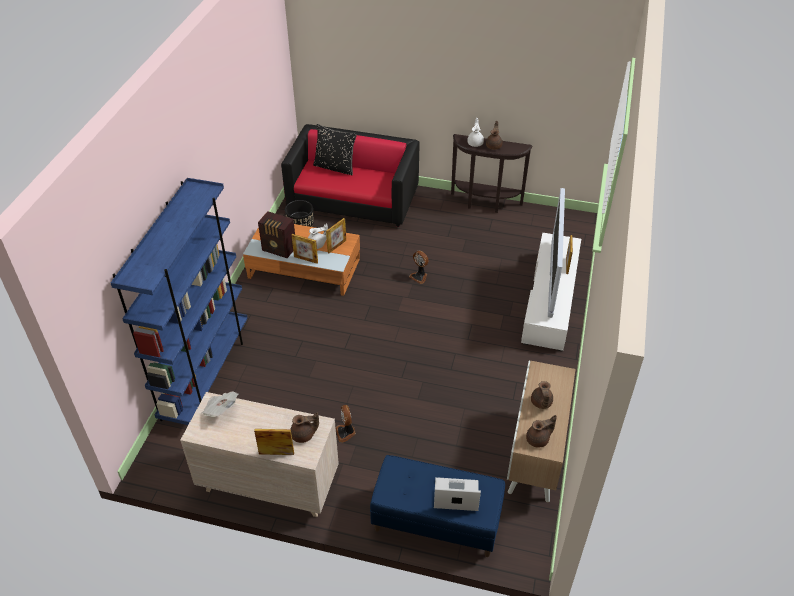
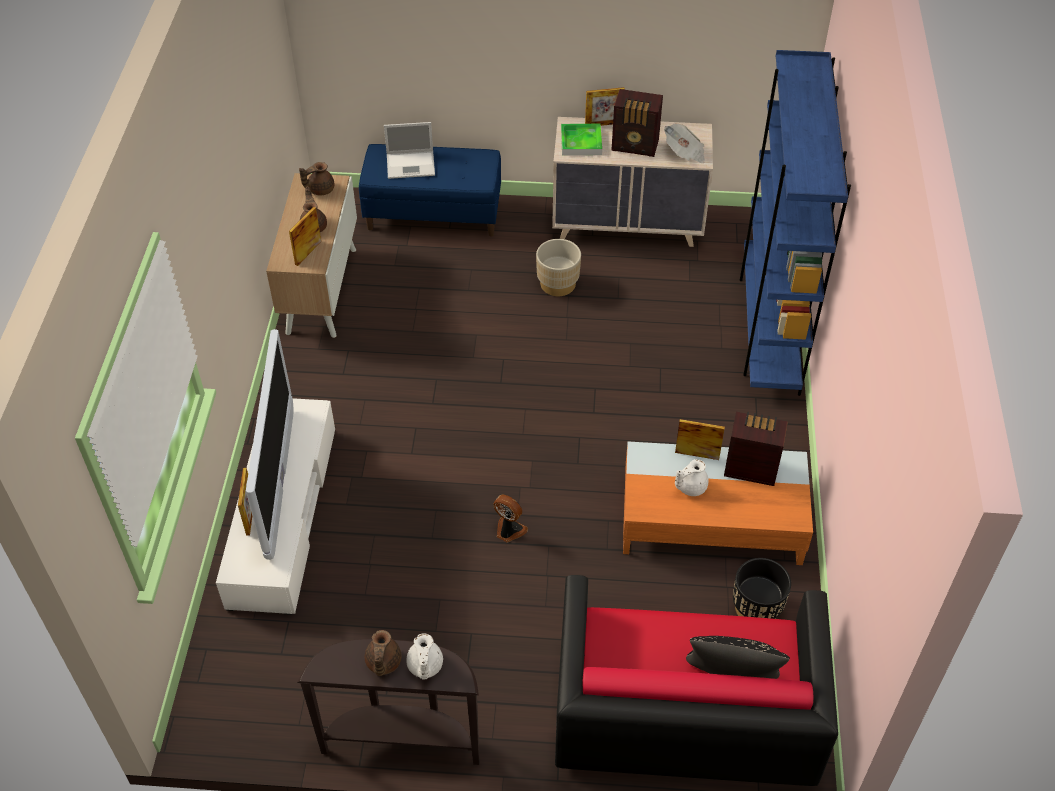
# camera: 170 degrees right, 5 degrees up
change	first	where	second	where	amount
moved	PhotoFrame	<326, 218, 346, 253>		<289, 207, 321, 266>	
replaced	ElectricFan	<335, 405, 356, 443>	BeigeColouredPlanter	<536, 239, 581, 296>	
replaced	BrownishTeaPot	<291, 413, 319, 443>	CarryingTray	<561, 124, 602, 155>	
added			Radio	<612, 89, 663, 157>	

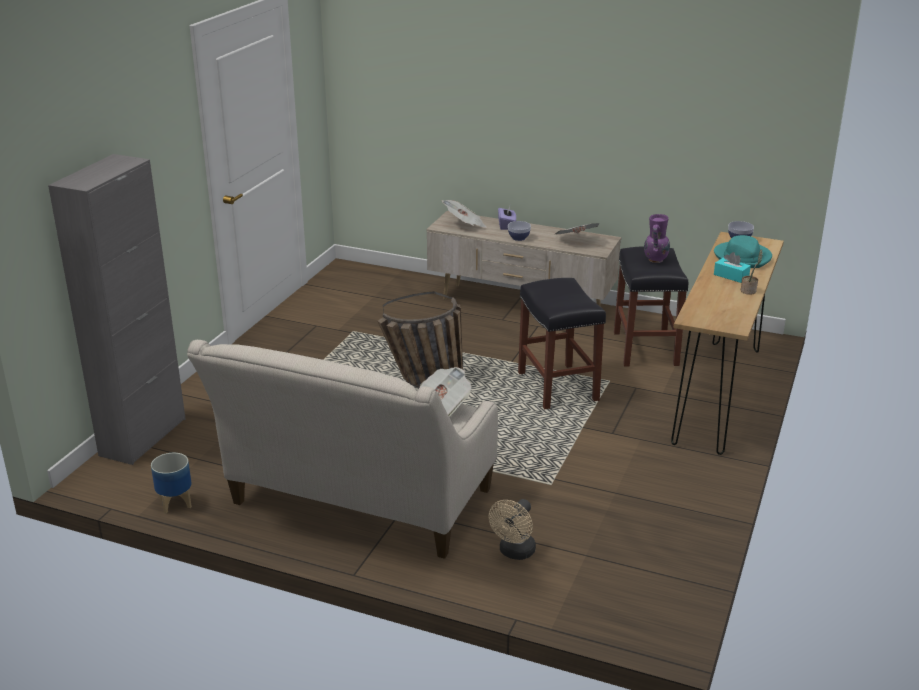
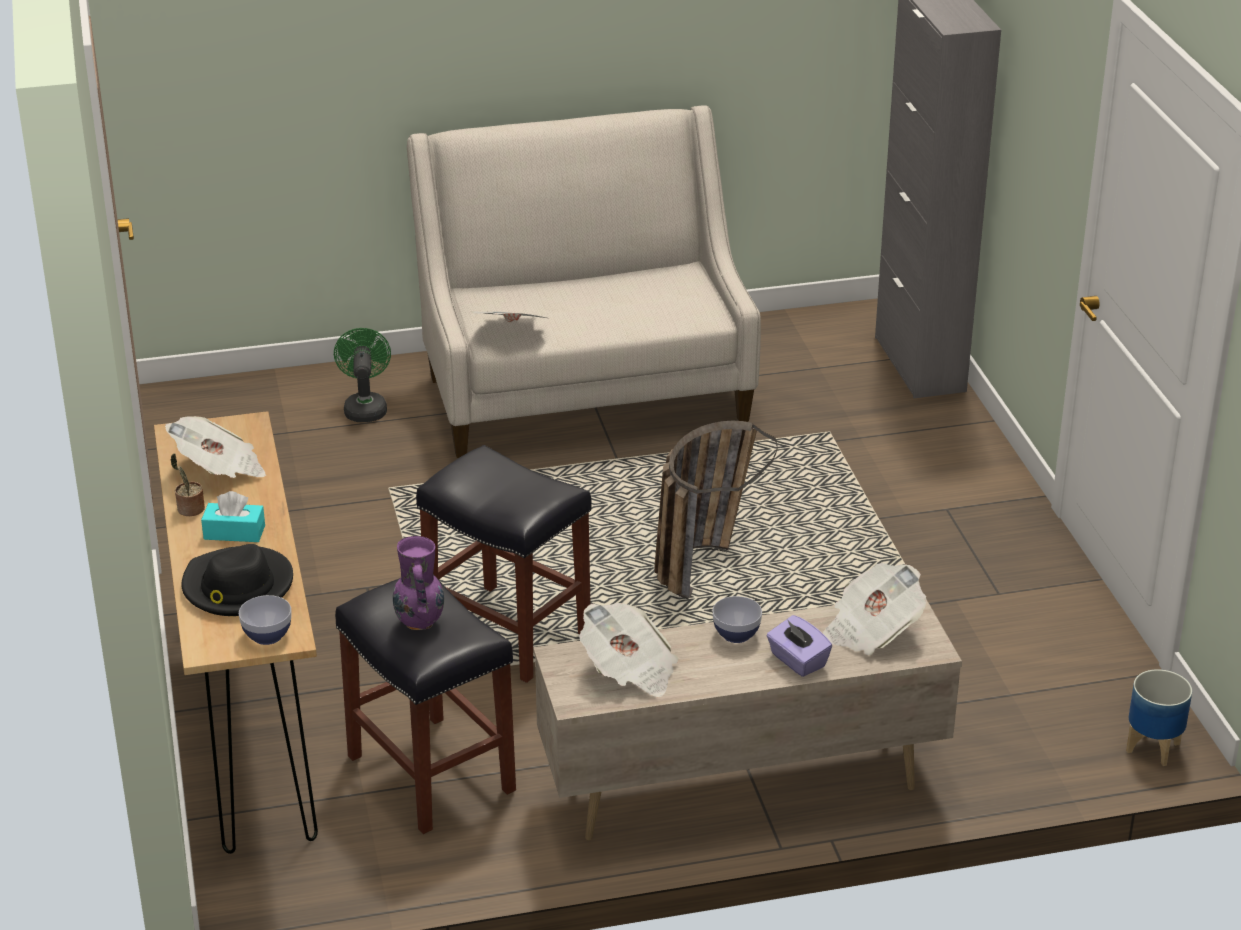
# camera: 145 degrees right, 5 degrees up
change	first	where	second	where	amount
recoloured	TurquoiseWearableHat	<714, 235, 772, 268>	BlackWearableHat	<181, 544, 293, 616>	
moved	Planter	<151, 453, 192, 514>		<1126, 669, 1192, 766>	
recoloured	BeigeColouredElectricFan	<489, 499, 536, 560>	GreenElectricFan	<334, 328, 391, 422>	
added			Newspaper	<165, 416, 266, 478>	

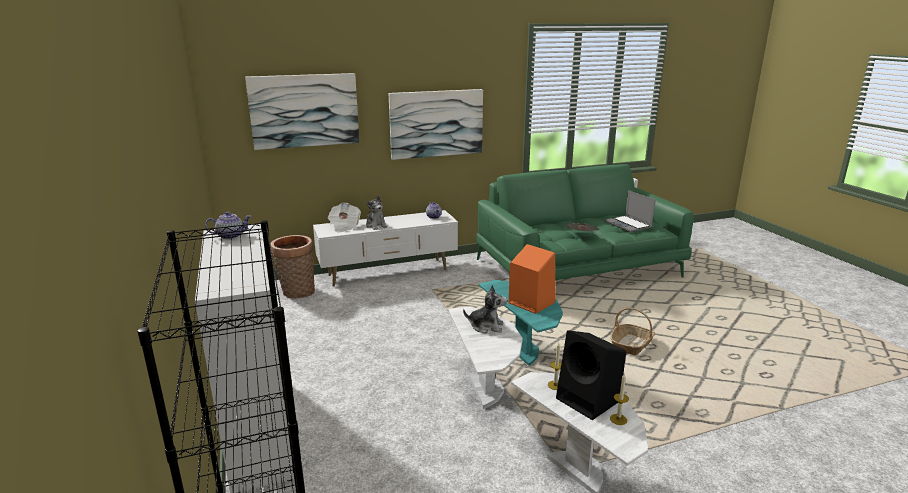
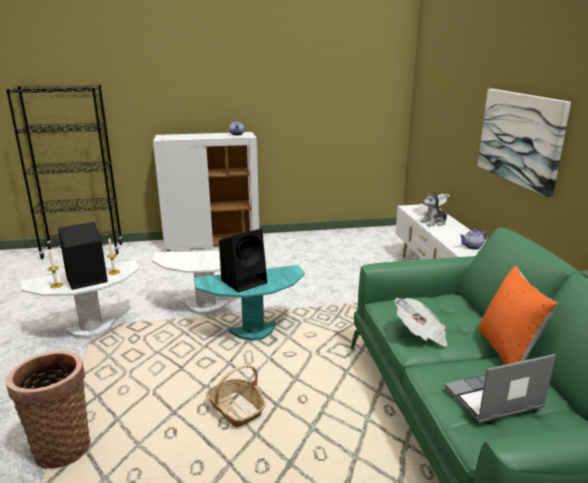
# camera: 100 degrees right, 0 degrees up
change	first	where	second	where	amount
removed	Picture	<245, 73, 359, 150>			
moved	StorageBasket	<271, 235, 315, 299>		<6, 350, 91, 469>	
recoloured	OrangeColouredLoudspeaker	<508, 244, 555, 314>	BlackLoudspeaker	<219, 229, 267, 292>	
removed	CuddlyToy	<463, 285, 507, 334>			
added			OrangeColouredPillow	<479, 266, 558, 365>	

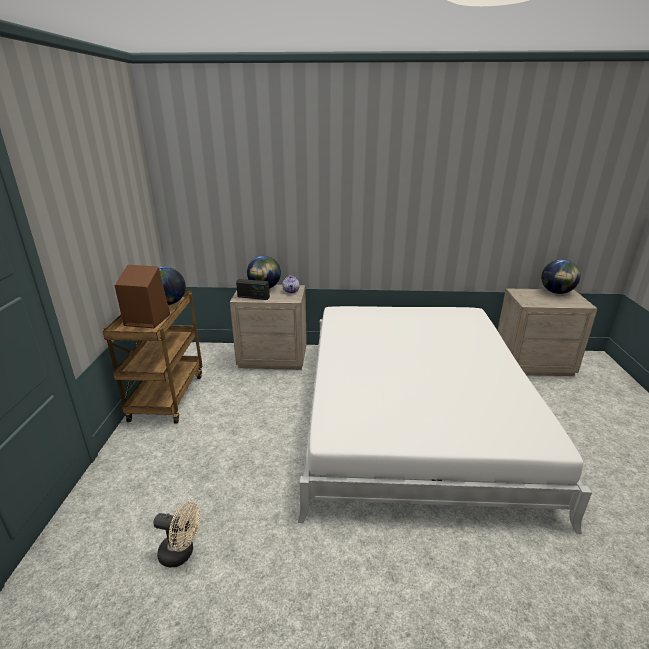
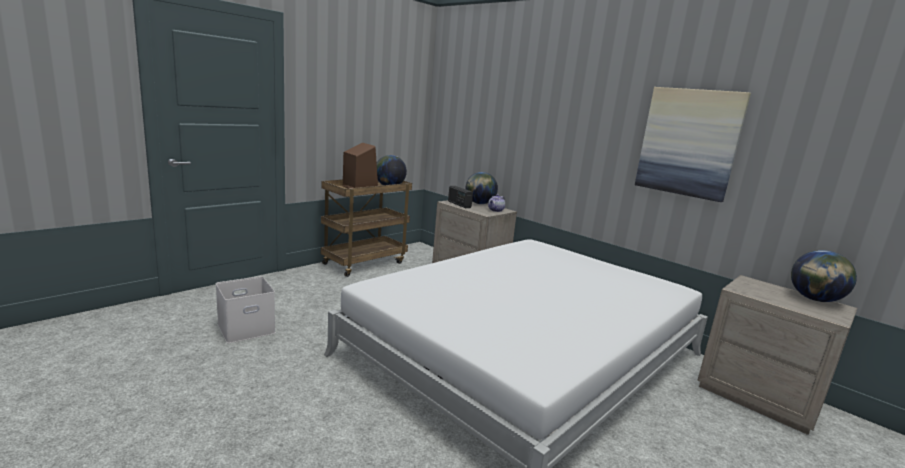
# camera: 40 degrees right, 10 degrees down
change	first	where	second	where	amount
replaced	BeigeColouredElectricFan	<153, 501, 200, 567>	WhiteStorageContainer	<216, 276, 276, 343>	
added			Picture	<635, 87, 751, 202>	

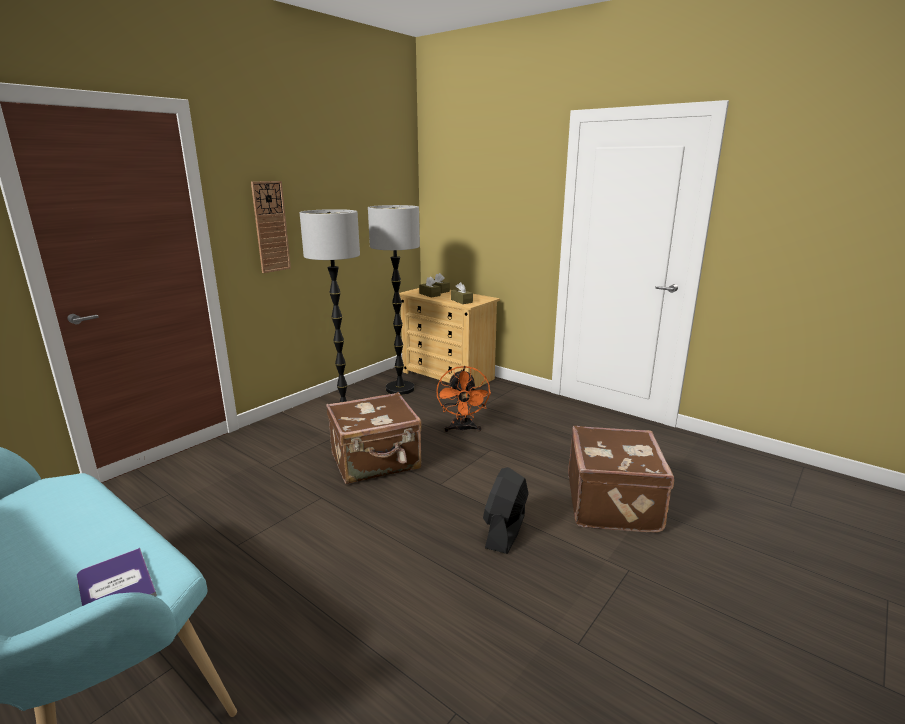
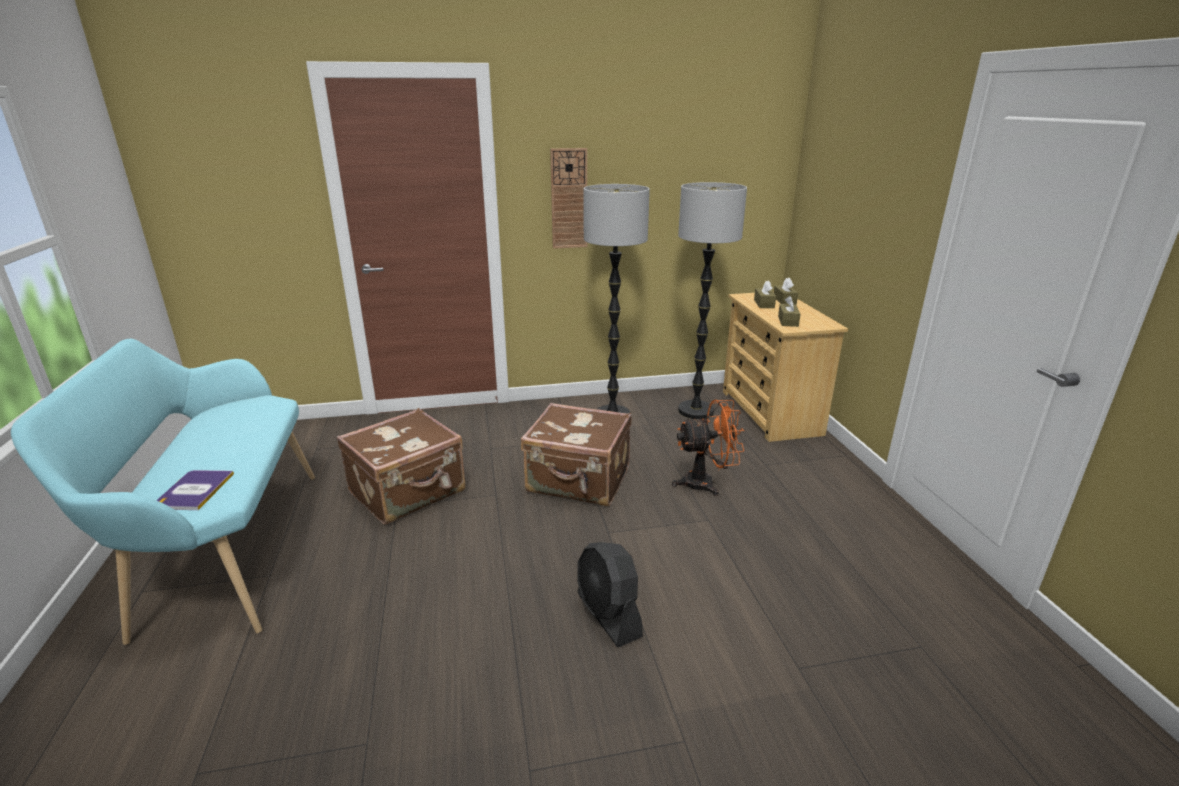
# camera: 40 degrees right, 5 degrees up
change	first	where	second	where	amount
turned	OrangeColouredElectricFan	<436, 366, 491, 432>		<672, 400, 745, 496>	135 degrees counterclockwise
moved	BrownishSuitcase	<568, 426, 674, 533>		<337, 408, 466, 525>	
turned	BlackElectricFan	<483, 467, 529, 554>		<577, 542, 643, 647>	90 degrees counterclockwise

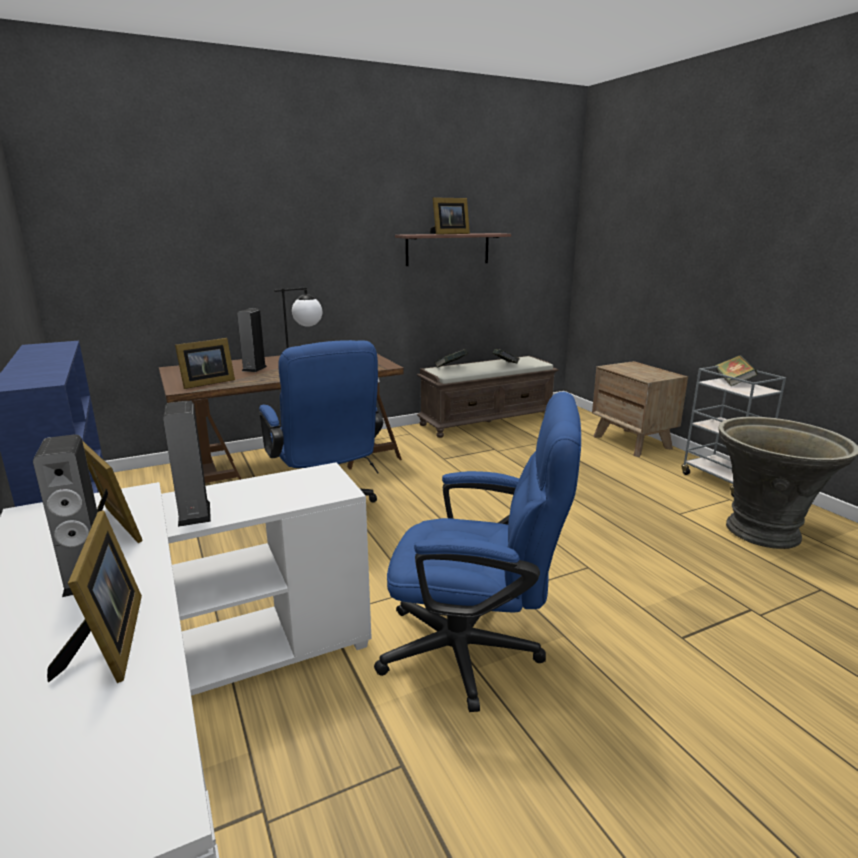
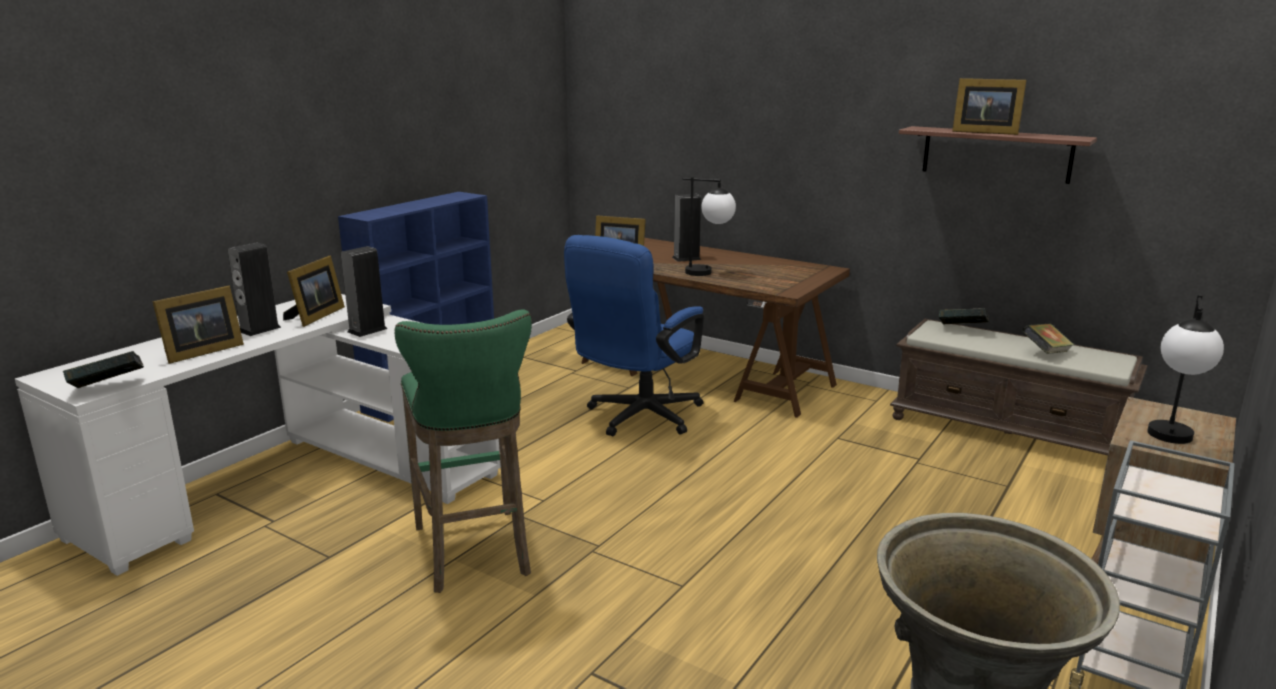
# camera: 60 degrees right, 0 degrees up
change	first	where	second	where	amount
moved	Book	<715, 355, 758, 386>		<63, 351, 144, 388>	
replaced	BlueColouredComputerChair	<374, 392, 581, 712>	GreenStoolSeat	<394, 309, 532, 593>	
added			TableLamp	<1147, 293, 1224, 444>	

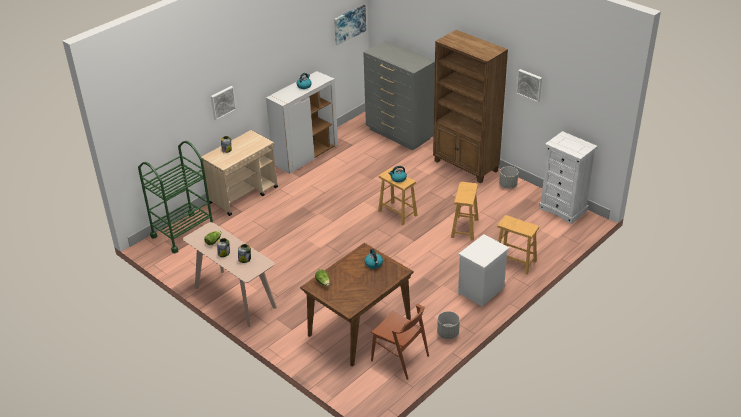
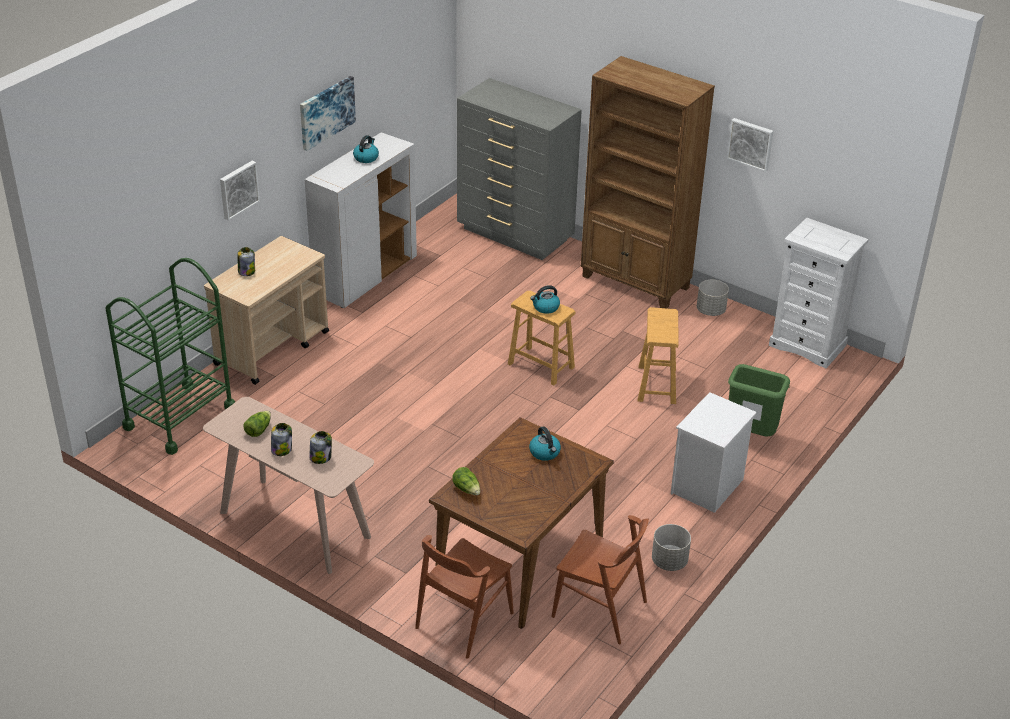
# camera: 10 degrees left, 0 degrees up
change	first	where	second	where	amount
moved	Picture	<334, 5, 366, 45>		<300, 76, 356, 151>	
replaced	BrownishStoolSeat	<497, 215, 539, 274>	GreenTrashCan	<728, 364, 790, 436>	
added			BrownishPlainChair	<415, 535, 514, 659>	

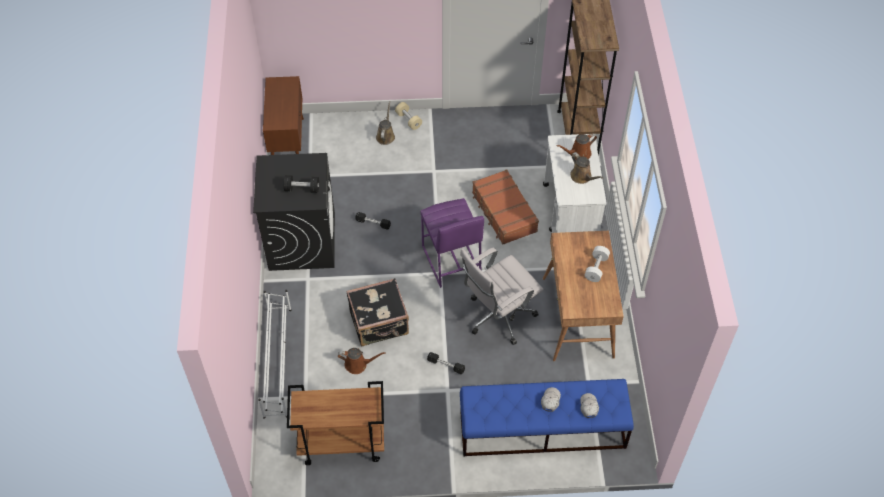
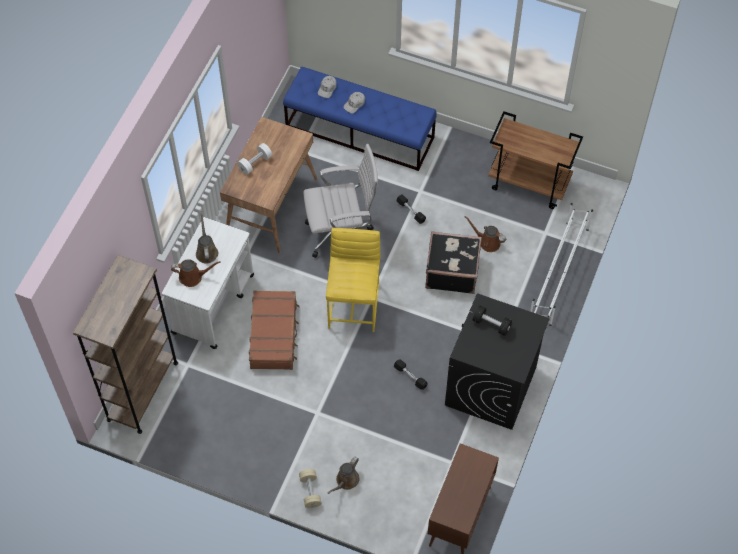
# camera: 155 degrees left, 5 degrees up
change	first	where	second	where	amount
recoloured	PurplishStoolSeat	<421, 198, 484, 288>	YellowColouredStoolSeat	<326, 228, 380, 332>	

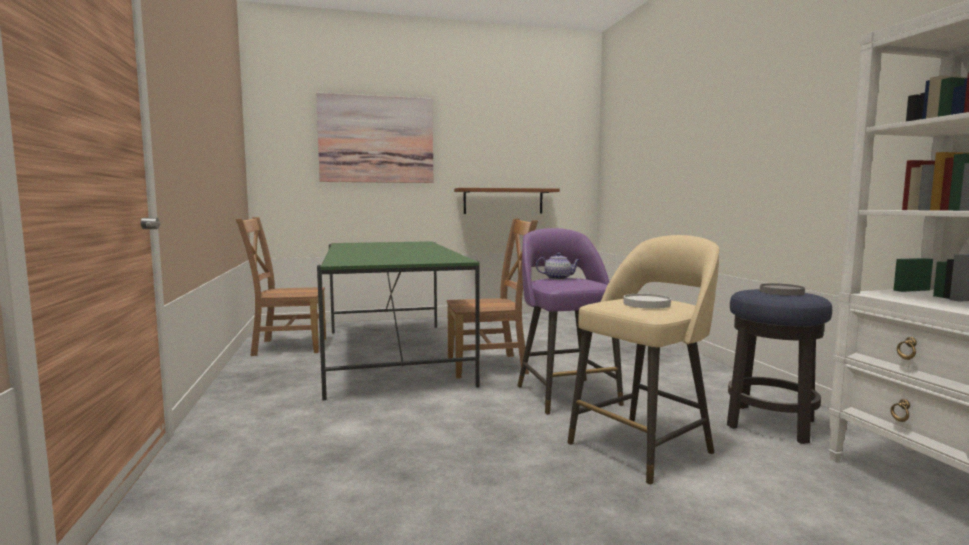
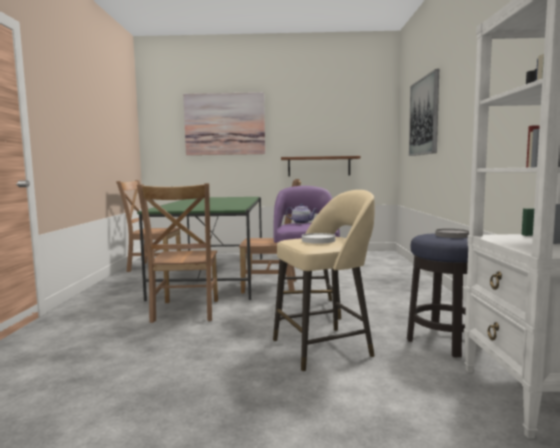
# camera: 15 degrees right, 0 degrees up
change	first	where	second	where	amount
added			Picture	<409, 69, 439, 156>	
added			BrownishPlainChair	<137, 183, 218, 323>	

